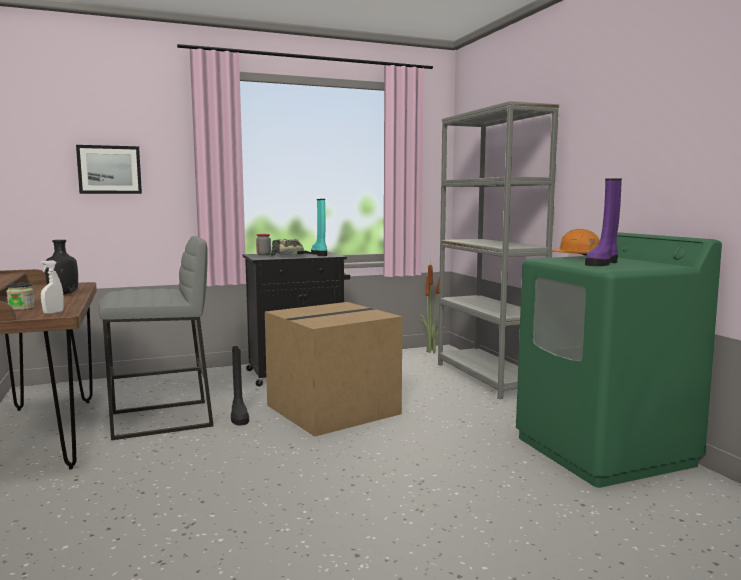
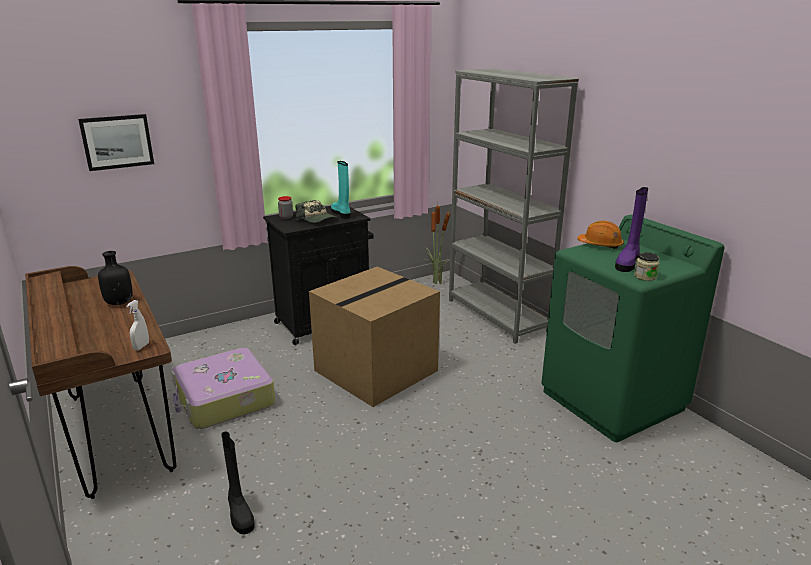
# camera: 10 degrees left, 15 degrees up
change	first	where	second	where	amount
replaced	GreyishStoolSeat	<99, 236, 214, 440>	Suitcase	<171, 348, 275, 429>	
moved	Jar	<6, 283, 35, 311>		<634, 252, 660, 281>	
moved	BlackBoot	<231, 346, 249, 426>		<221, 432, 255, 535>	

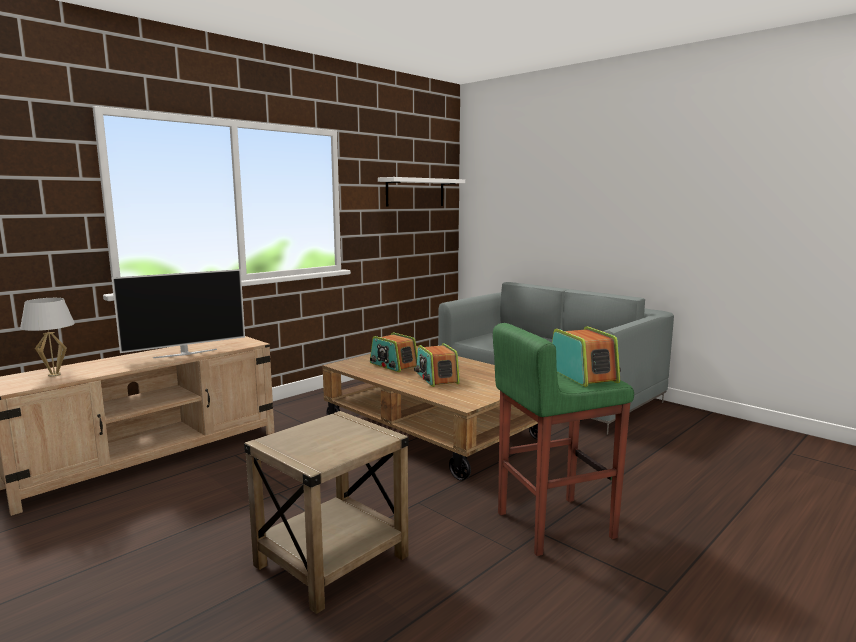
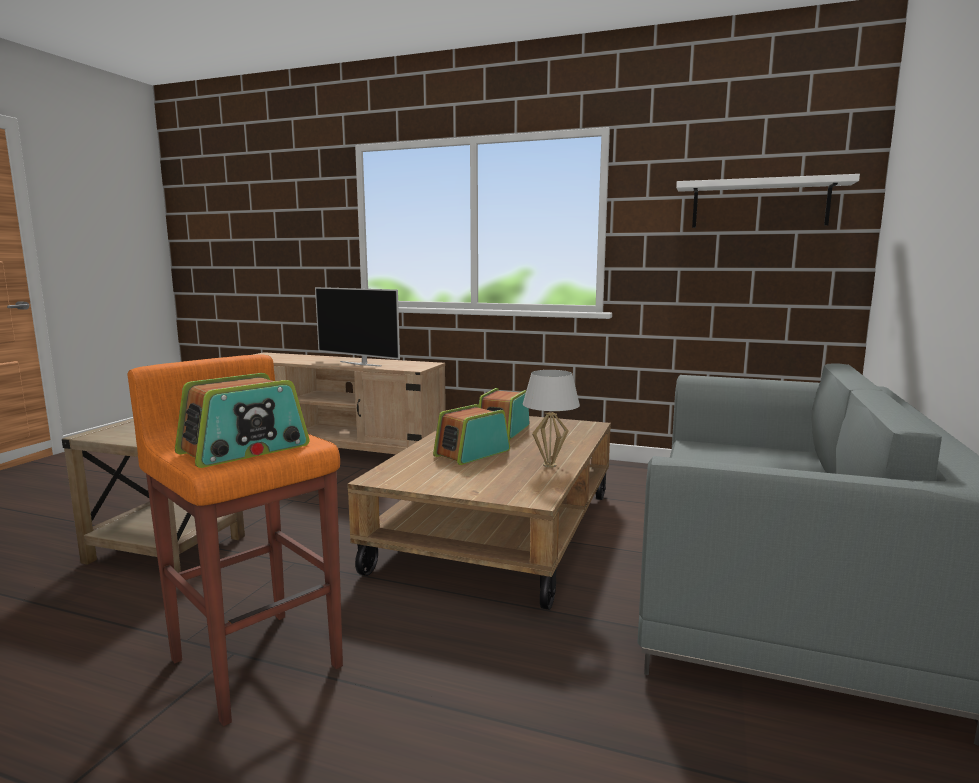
# camera: 65 degrees right, 0 degrees up
change	first	where	second	where	amount
moved	WhiteTableLamp	<20, 298, 75, 377>		<523, 370, 580, 468>	
recoloured	GreenStoolSeat	<493, 323, 634, 556>	OrangeColouredStoolSeat	<127, 354, 343, 726>	

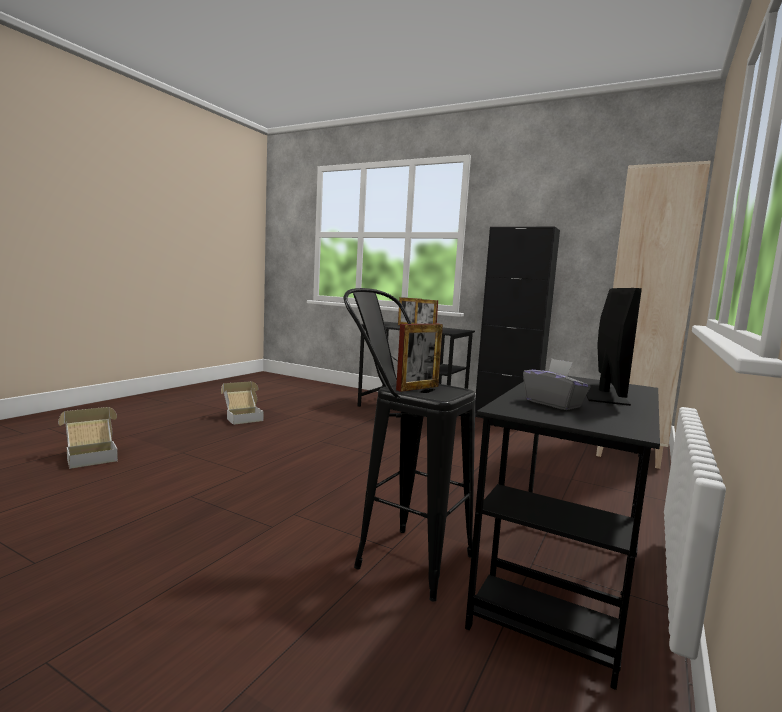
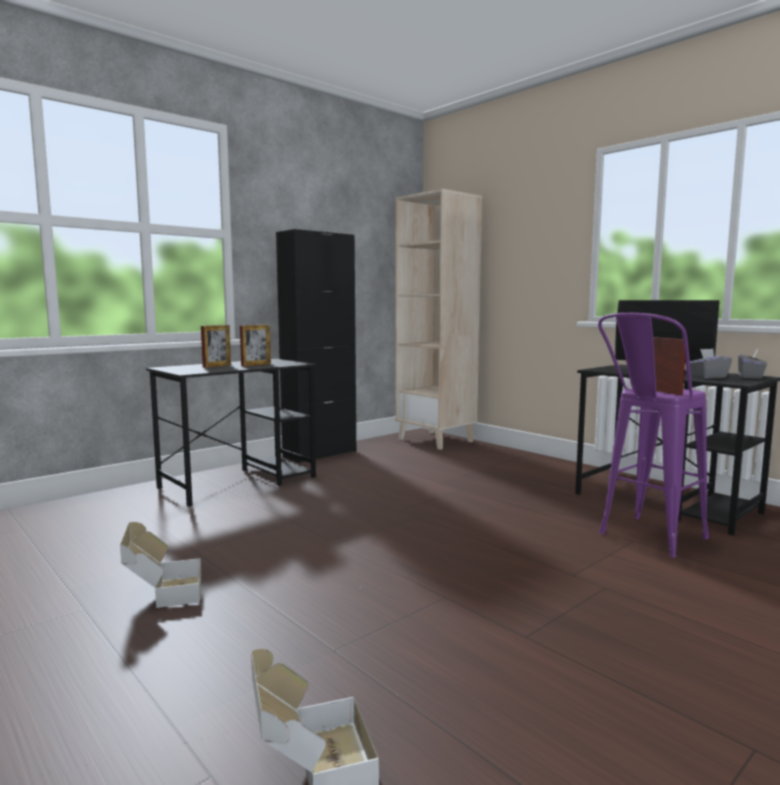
# camera: 70 degrees left, 0 degrees up
change	first	where	second	where	amount
recoloured	BlackStoolSeat	<343, 288, 475, 602>	PurplishStoolSeat	<598, 313, 709, 558>	
added			GreyishBoxOfTissues	<738, 349, 767, 379>	

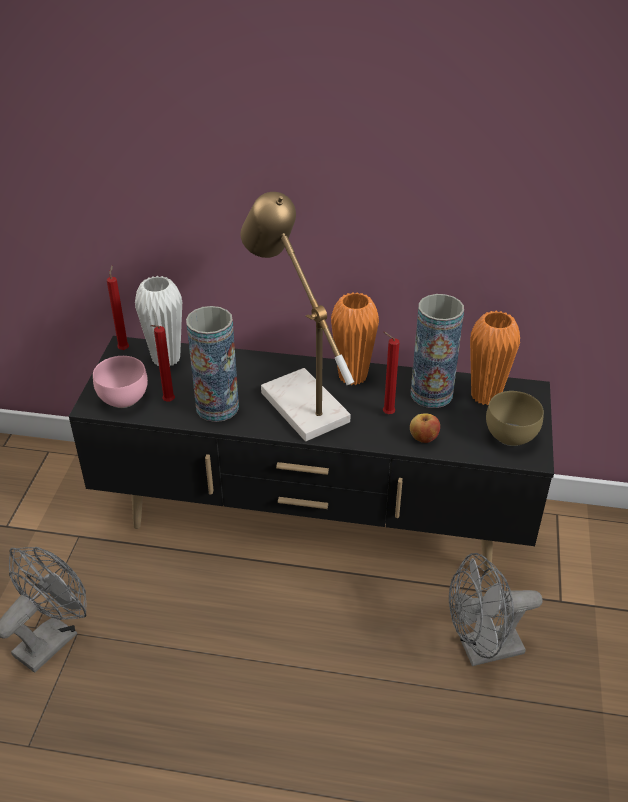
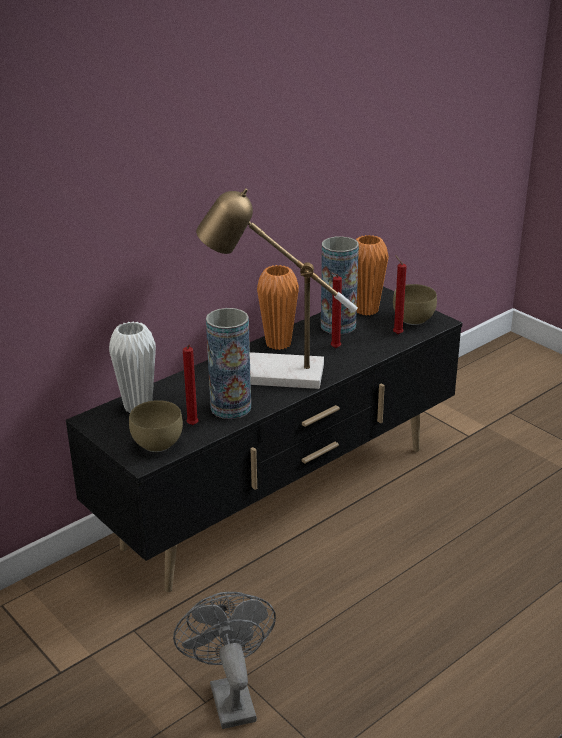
# camera: 50 degrees left, 10 degrees down
change	first	where	second	where	amount
moved	RedCandle	<107, 266, 129, 350>		<393, 255, 407, 334>	
recoloured	PinkColouredServingBowl	<93, 356, 148, 408>	BrownishServingBowl	<129, 400, 183, 452>	
removed	Apple	<410, 413, 440, 443>			
removed	GreyishElectricFan	<449, 553, 542, 666>			

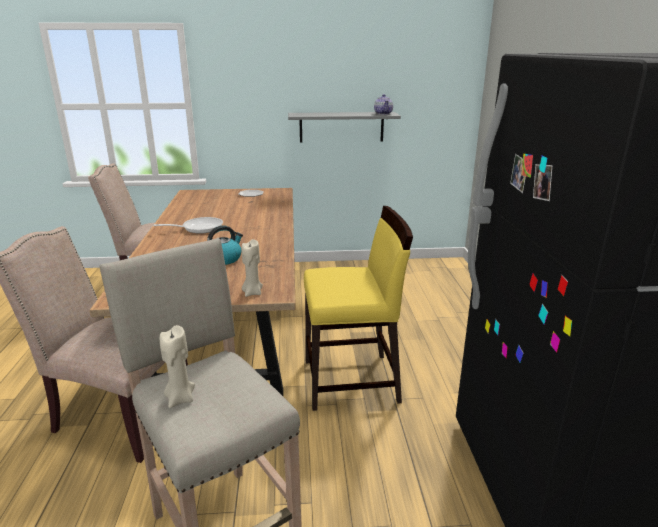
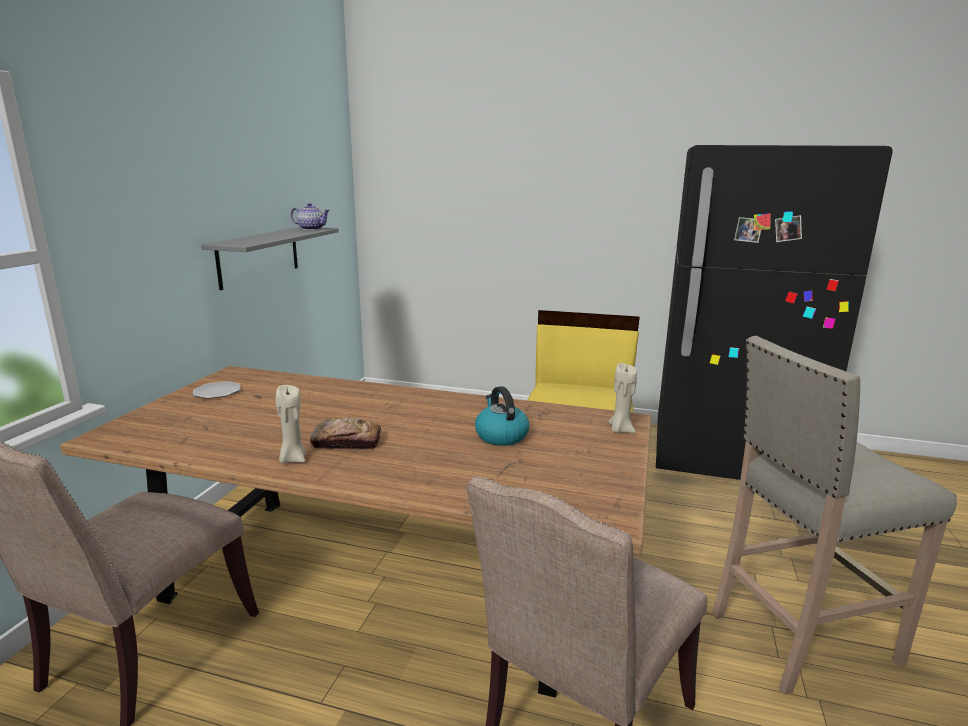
# camera: 70 degrees left, 5 degrees down
change	first	where	second	where	amount
replaced	Pan	<153, 217, 223, 234>	Bread	<310, 417, 381, 450>	
moved	BeigeColouredCandle	<160, 325, 195, 408>		<276, 385, 306, 464>	

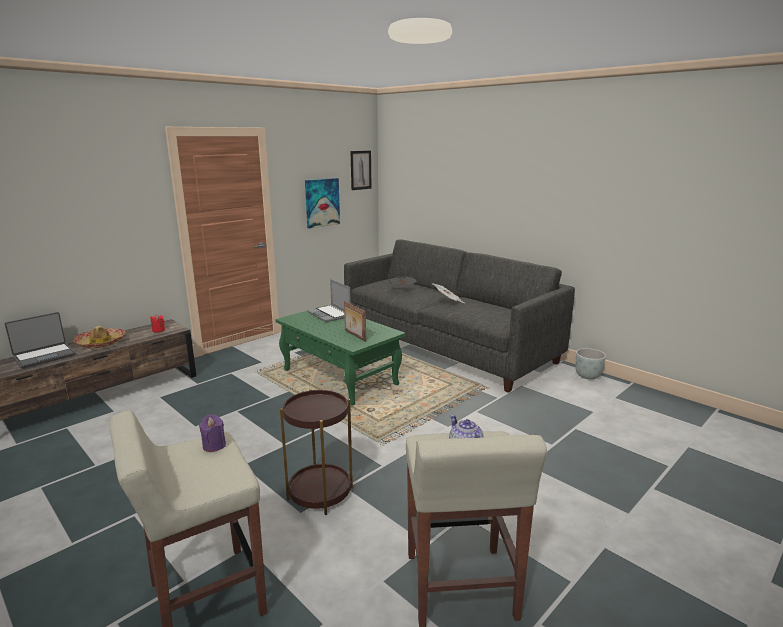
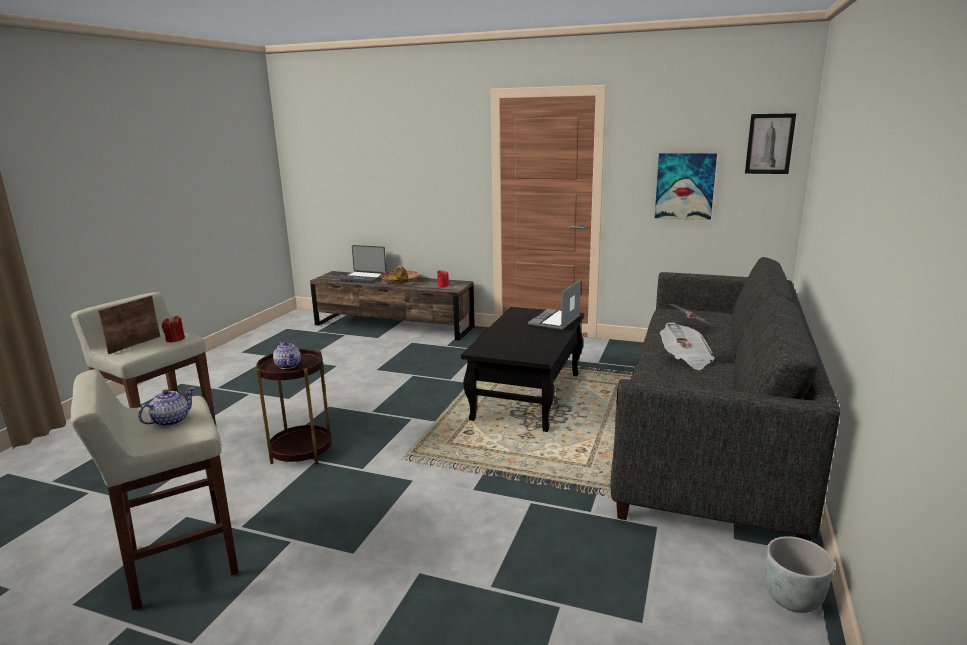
# camera: 65 degrees right, 0 degrees up
change	first	where	second	where	amount
moved	PhotoFrame	<344, 301, 366, 342>		<98, 295, 160, 354>	
recoloured	GreenLowTable	<275, 305, 406, 406>	BlackLowTable	<461, 307, 584, 432>	
recoloured	PurplishCandle	<199, 414, 226, 452>	RedCandle	<162, 315, 185, 342>	
added			TeaPot	<273, 341, 301, 369>	

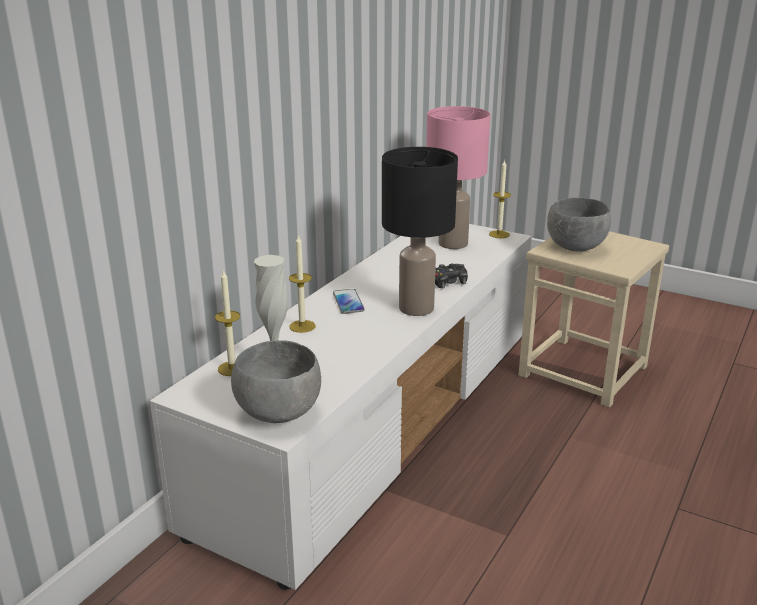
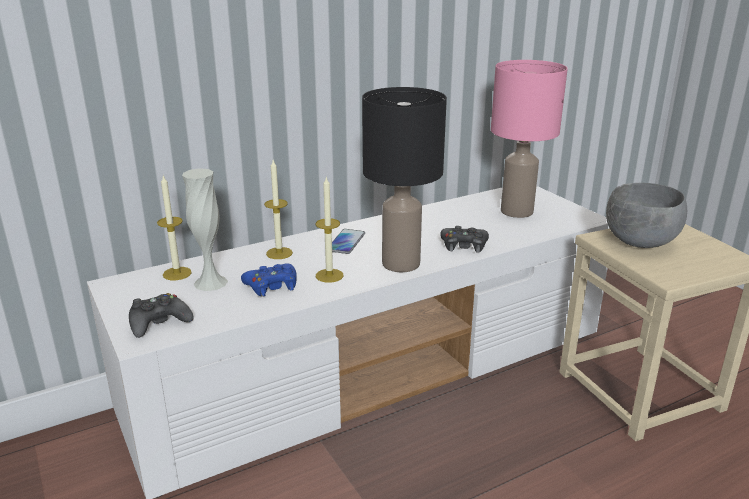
# camera: 30 degrees right, 0 degrees up
change	first	where	second	where	amount
moved	Candle	<489, 159, 511, 238>		<316, 177, 343, 283>	
replaced	GreyishServingBowl	<231, 340, 321, 423>	BlackGamepad	<129, 293, 193, 338>	
added			BlueColouredGamepad	<241, 263, 297, 297>	

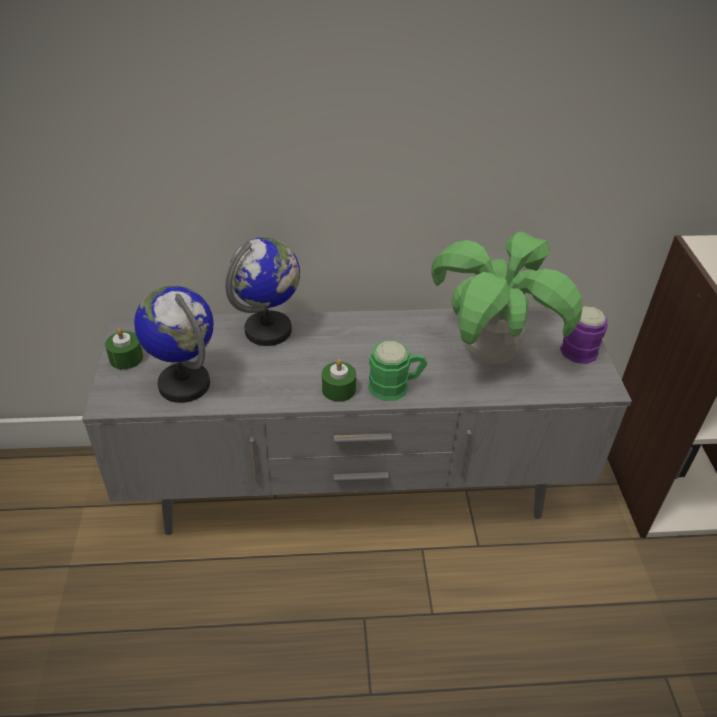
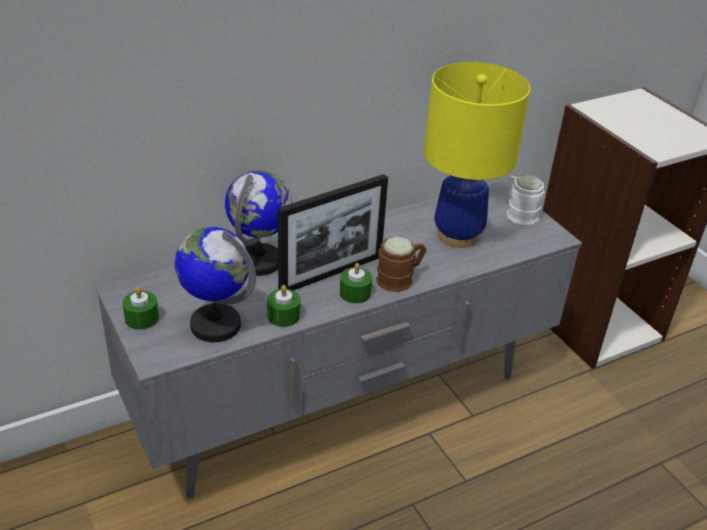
# camera: 25 degrees left, 5 degrees down
change	first	where	second	where	amount
replaced	PlantInAPot	<431, 232, 583, 364>	YellowColouredTableLamp	<424, 62, 531, 248>	
recoloured	PurplishMug	<560, 306, 608, 364>	WhiteMug	<506, 175, 545, 225>	
recoloured	GreenMug	<368, 341, 428, 401>	BrownishMug	<376, 237, 427, 292>	
added			PhotoFrame	<278, 174, 388, 291>	
added			GreenCandle	<267, 285, 300, 327>	

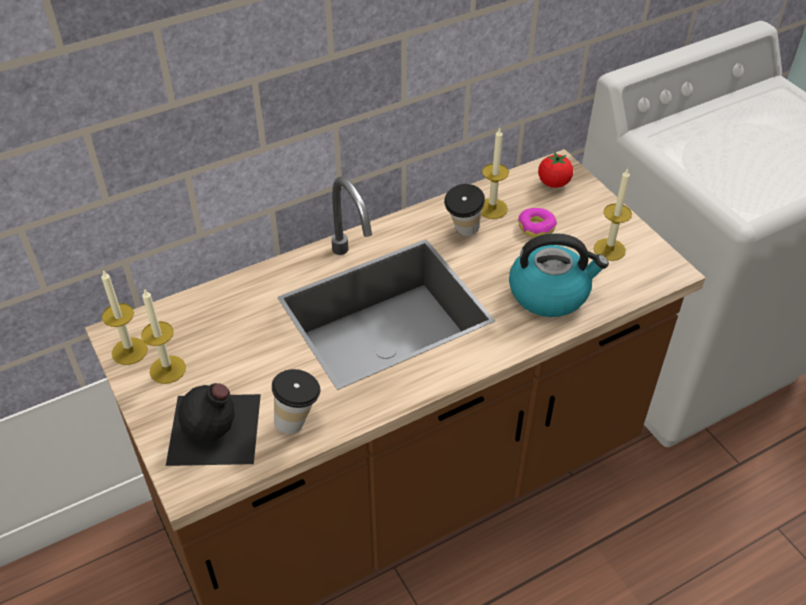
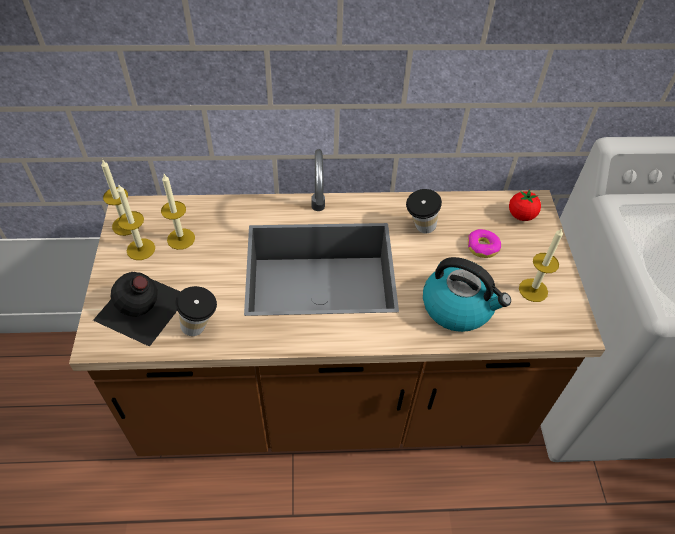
# camera: 25 degrees right, 5 degrees up
change	first	where	second	where	amount
moved	Candle	<481, 127, 509, 219>		<161, 174, 195, 250>	

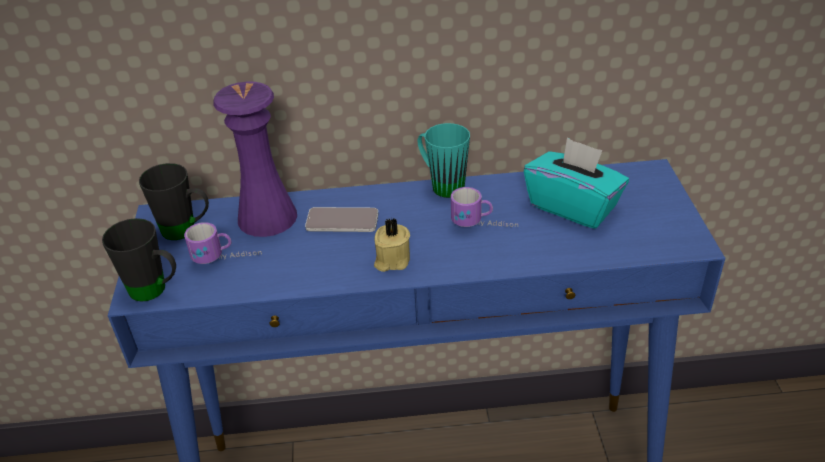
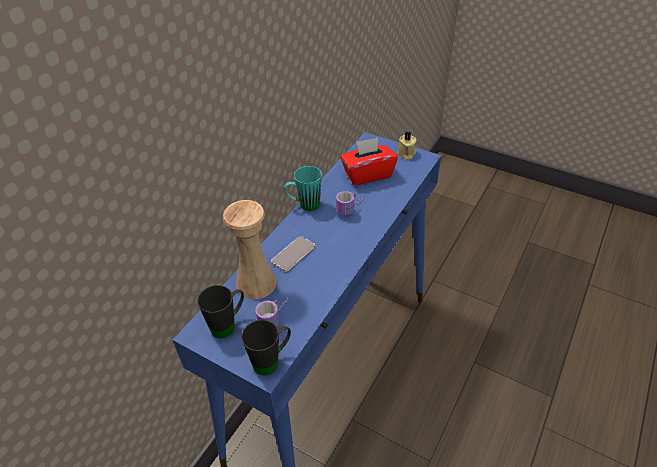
# camera: 55 degrees left, 5 degrees up
change	first	where	second	where	amount
recoloured	PurplishFlowerVase	<213, 82, 297, 237>	BeigeColouredFlowerVase	<223, 200, 277, 299>	
recoloured	TurquoiseBoxOfTissues	<524, 137, 629, 229>	RedBoxOfTissues	<340, 138, 398, 185>	
moved	BeigeColouredCandle	<374, 218, 410, 272>		<397, 131, 417, 160>	

